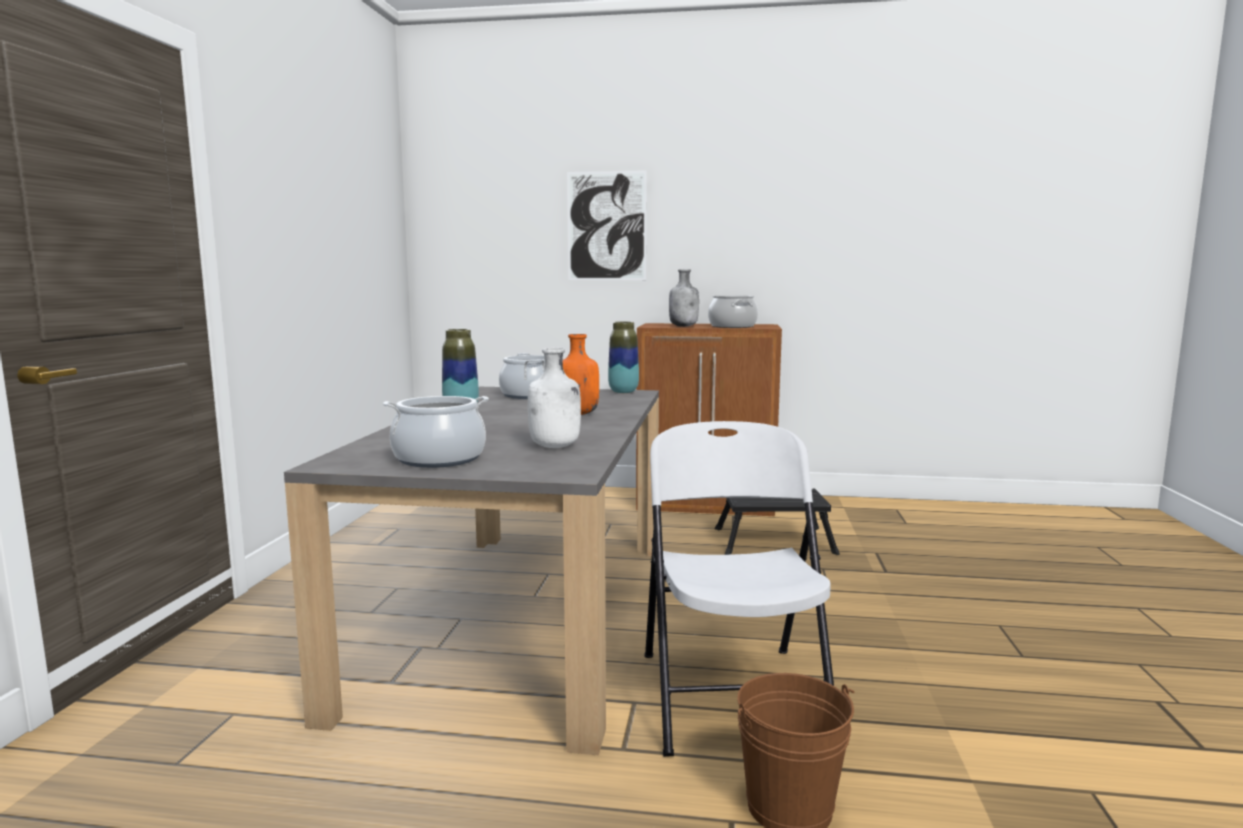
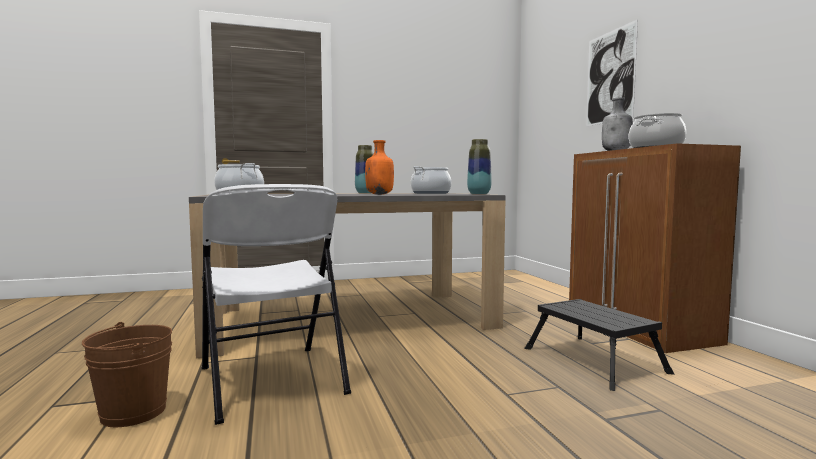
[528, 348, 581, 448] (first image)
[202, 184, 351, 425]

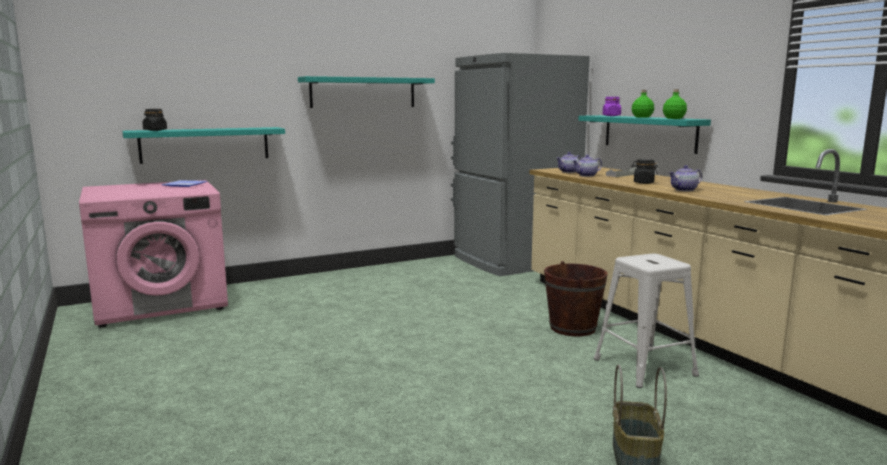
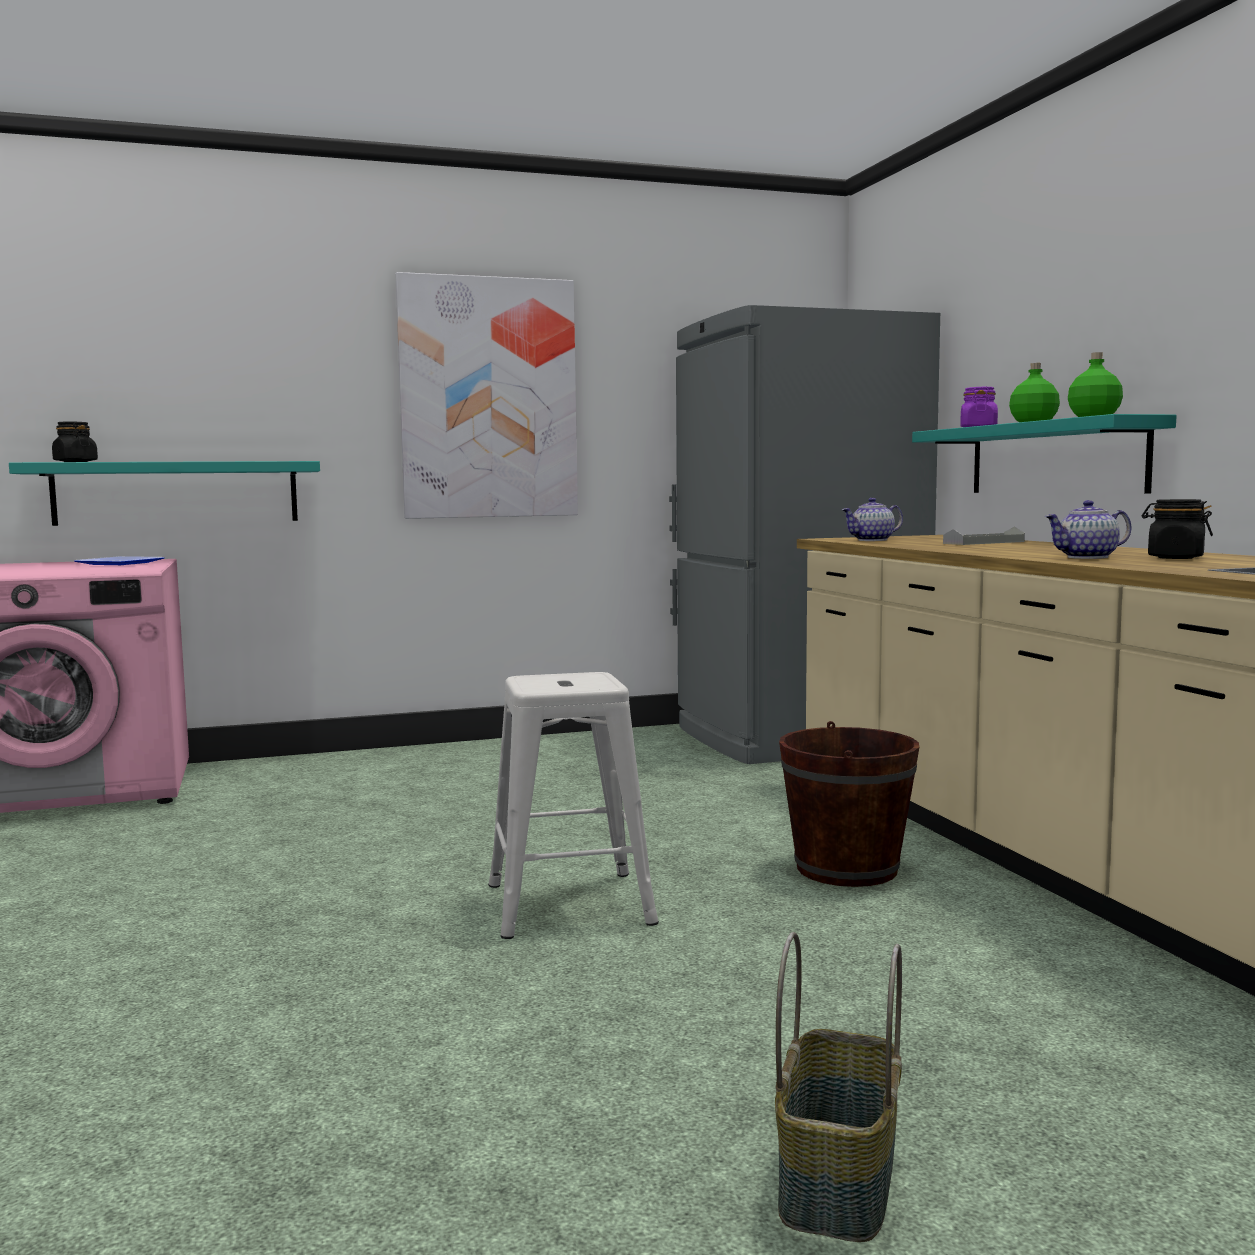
[395, 272, 578, 519]
[573, 155, 602, 177] (first image)
[1142, 499, 1213, 559]
[488, 672, 659, 939]

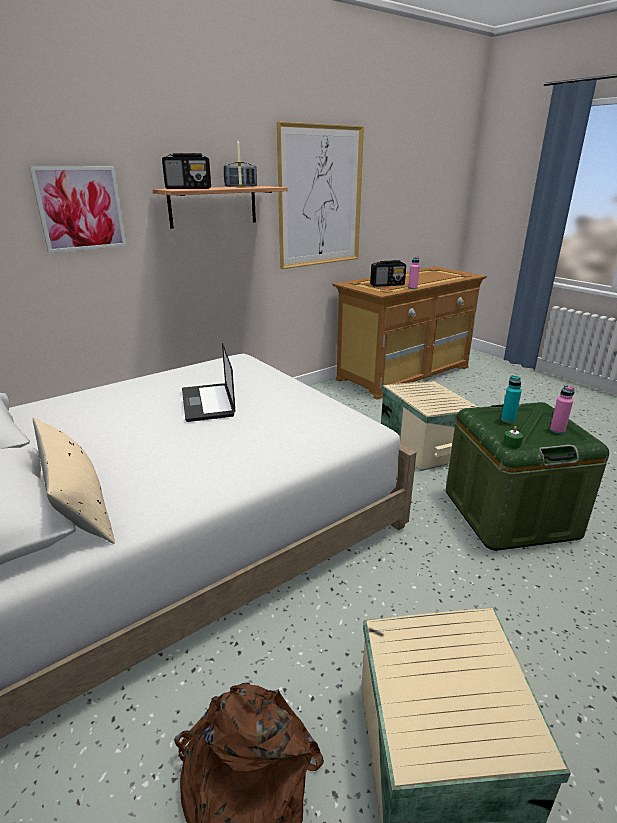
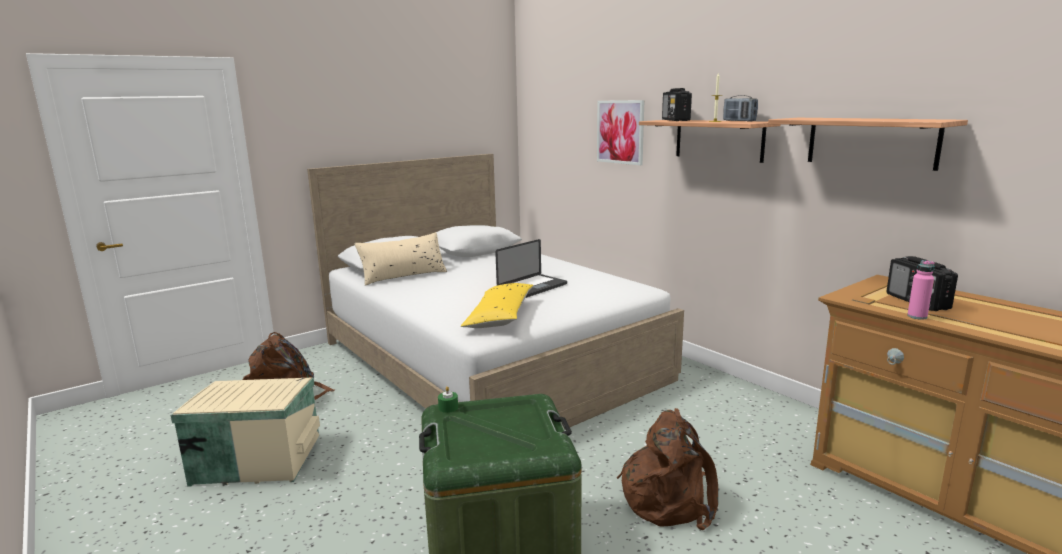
[768, 118, 968, 171]
[495, 239, 567, 298]
[501, 376, 522, 423] (first image)
[617, 408, 718, 530]
[550, 385, 575, 434] (first image)
[461, 283, 533, 328]

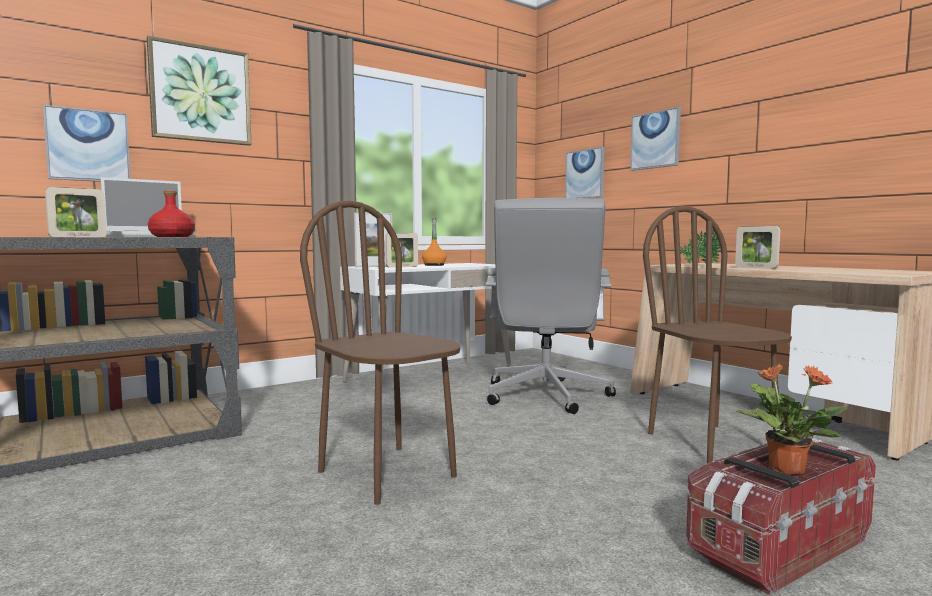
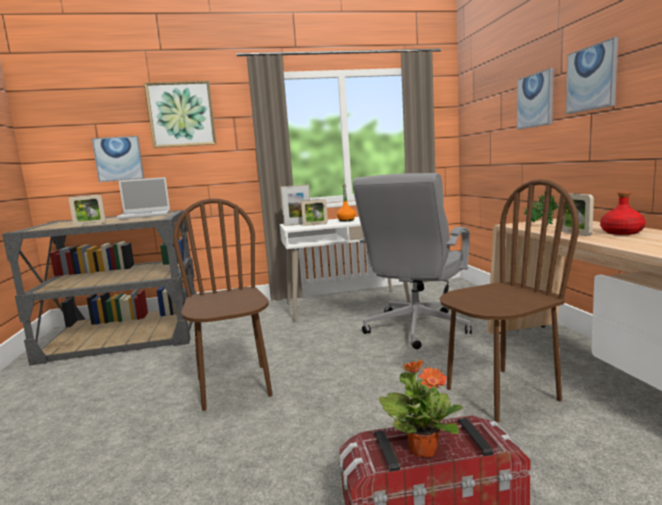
[566, 37, 618, 114]
[600, 191, 646, 235]
[440, 179, 579, 422]

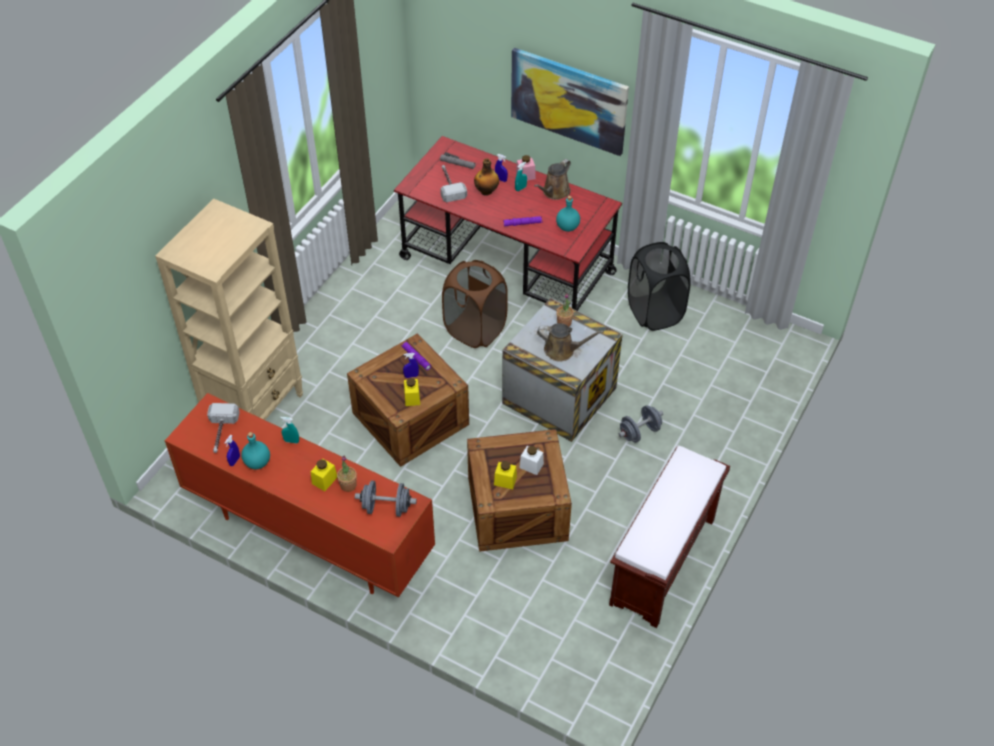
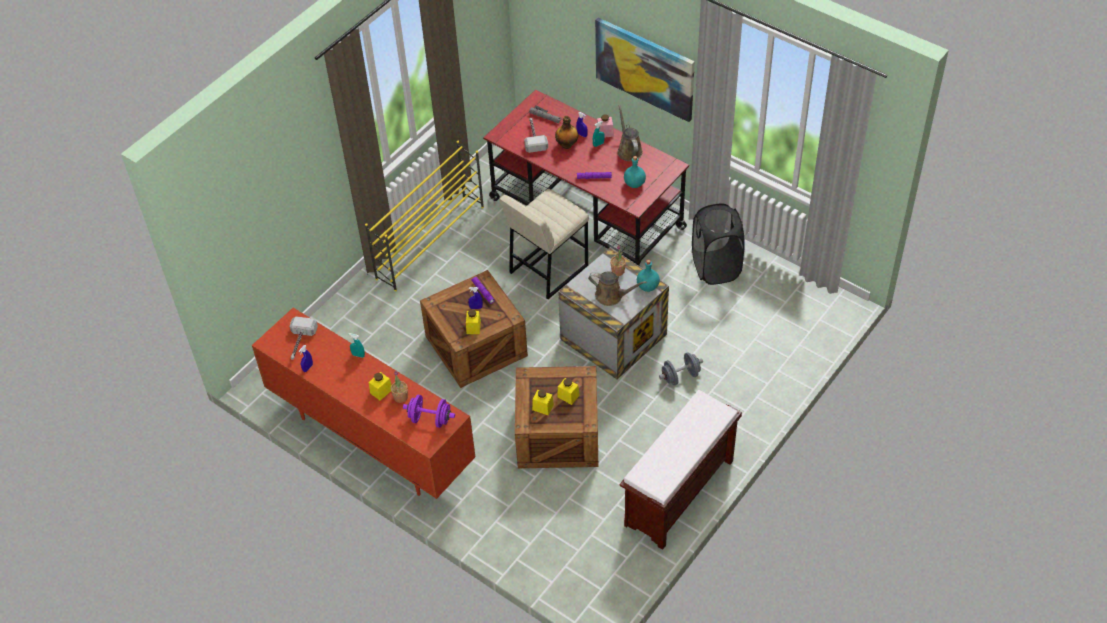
[617, 105, 643, 161]
[155, 198, 303, 420] (first image)
[499, 189, 589, 299]
[637, 260, 660, 292]
[557, 378, 580, 405]
[403, 395, 455, 428]
[365, 141, 484, 291]

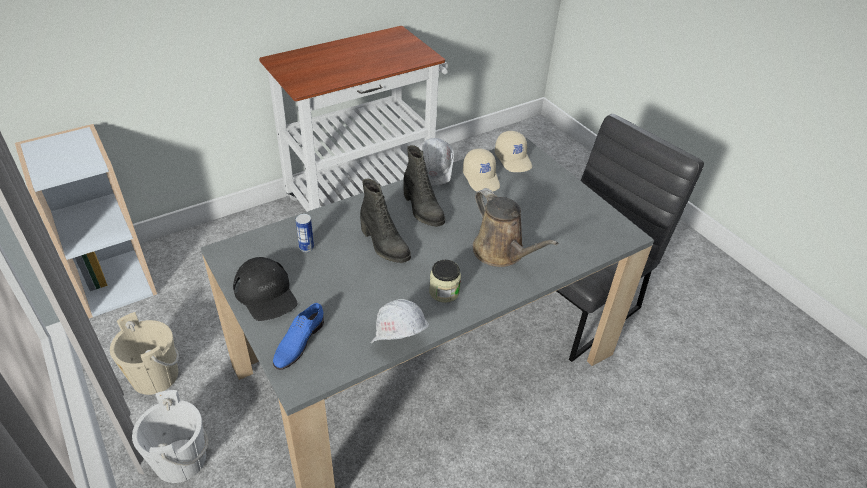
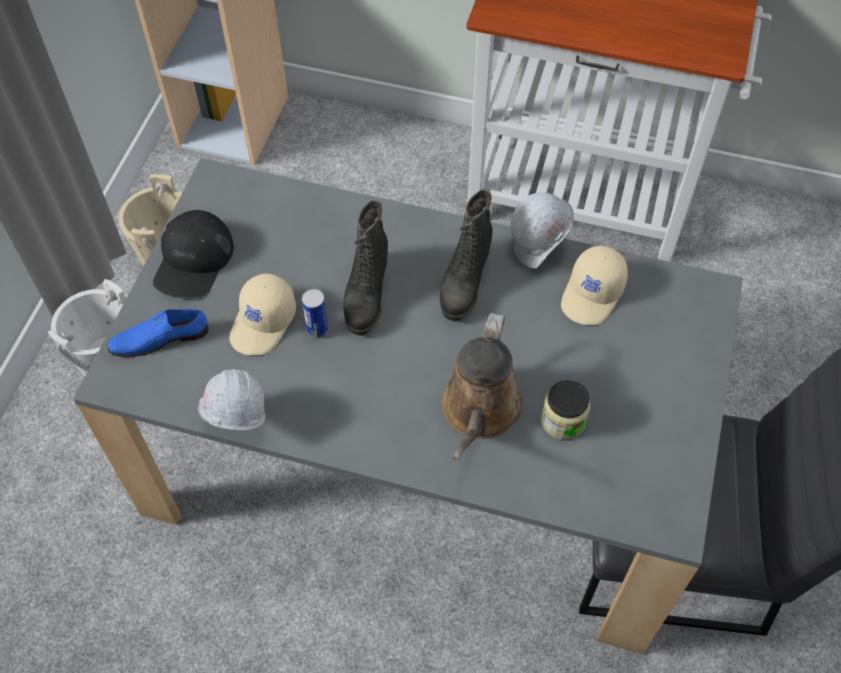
[229, 273, 296, 356]
[302, 289, 328, 338]
[541, 380, 591, 440]

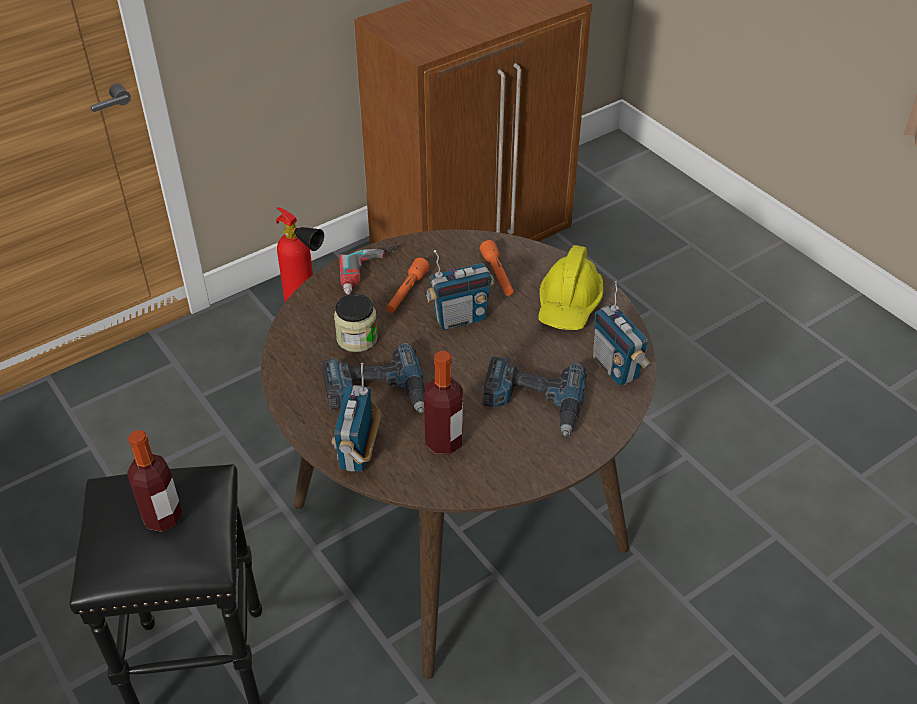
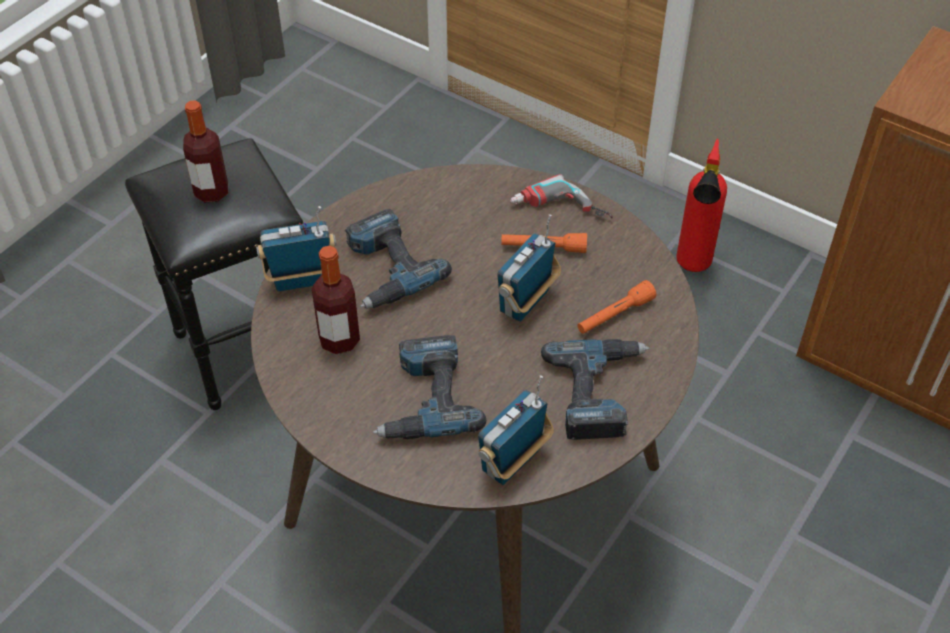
[541, 339, 649, 440]
[497, 214, 561, 322]
[334, 294, 378, 352] (first image)

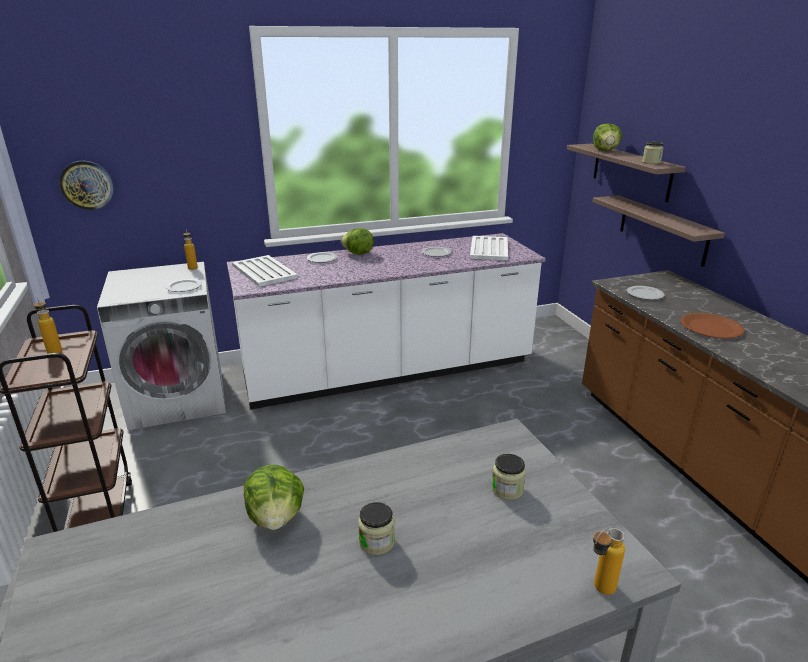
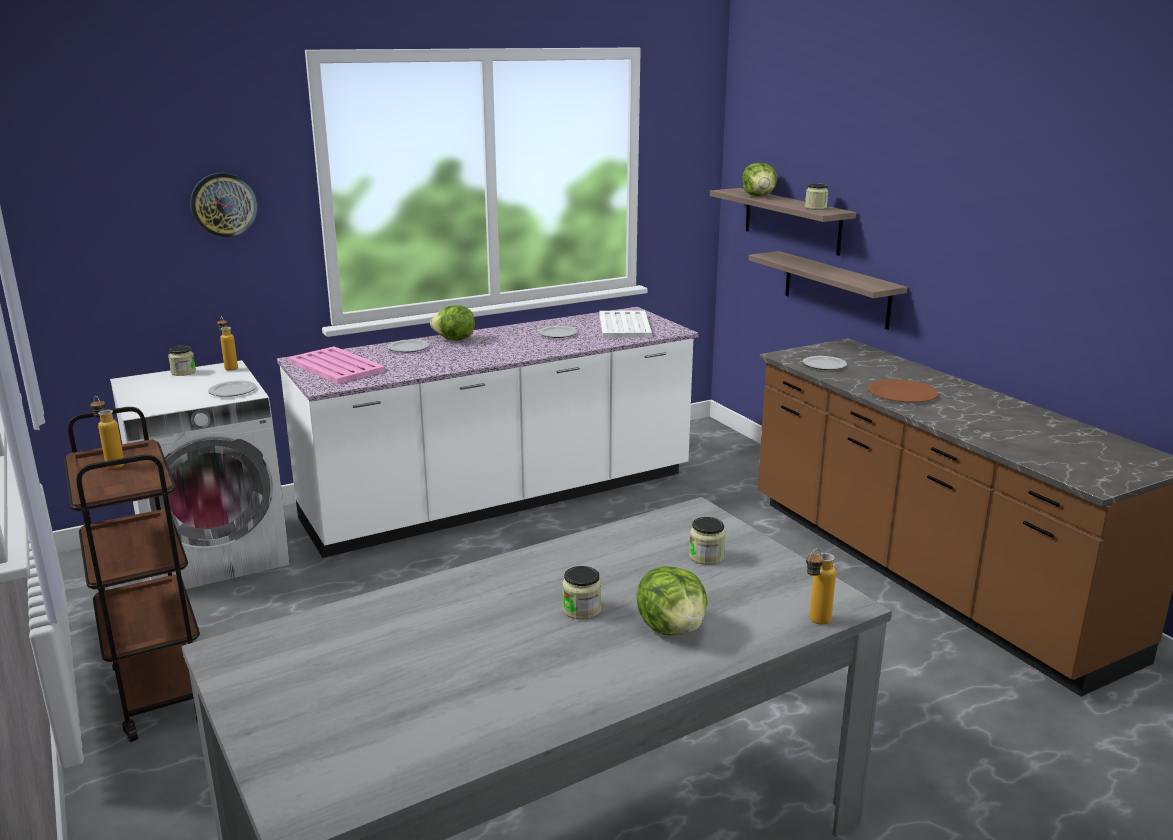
[190, 173, 258, 238]
[288, 346, 386, 384]
[637, 566, 707, 635]
[168, 346, 196, 376]

